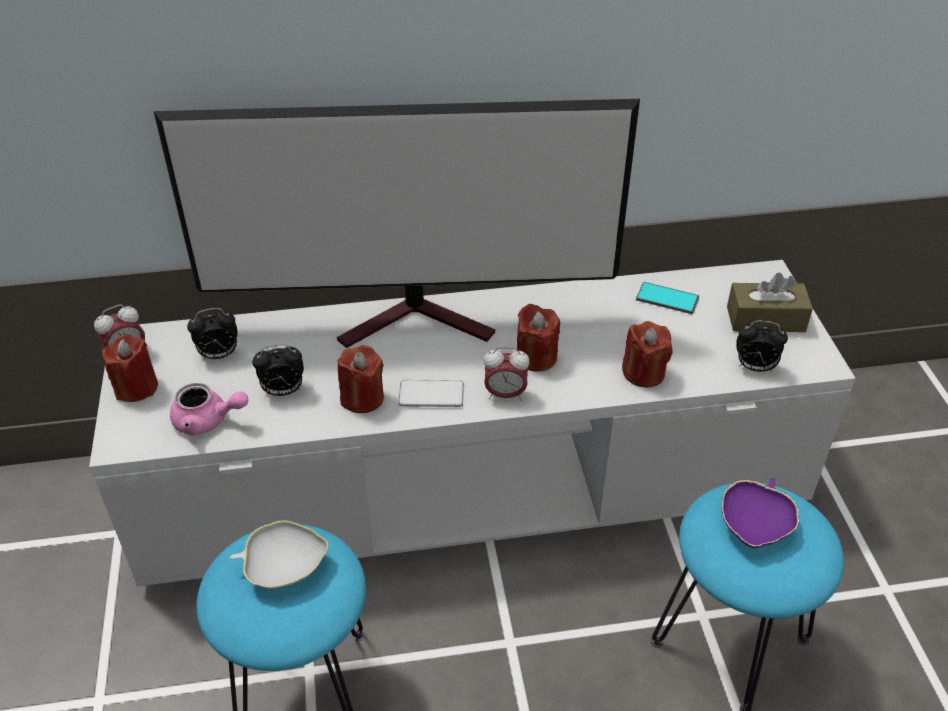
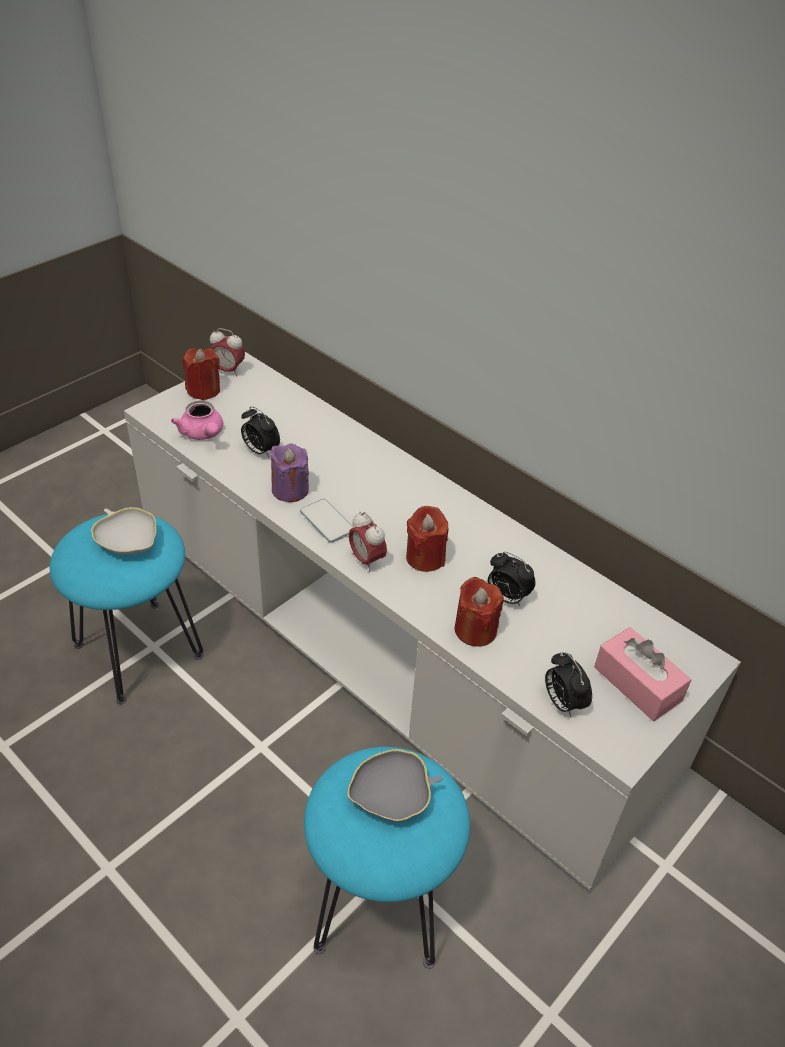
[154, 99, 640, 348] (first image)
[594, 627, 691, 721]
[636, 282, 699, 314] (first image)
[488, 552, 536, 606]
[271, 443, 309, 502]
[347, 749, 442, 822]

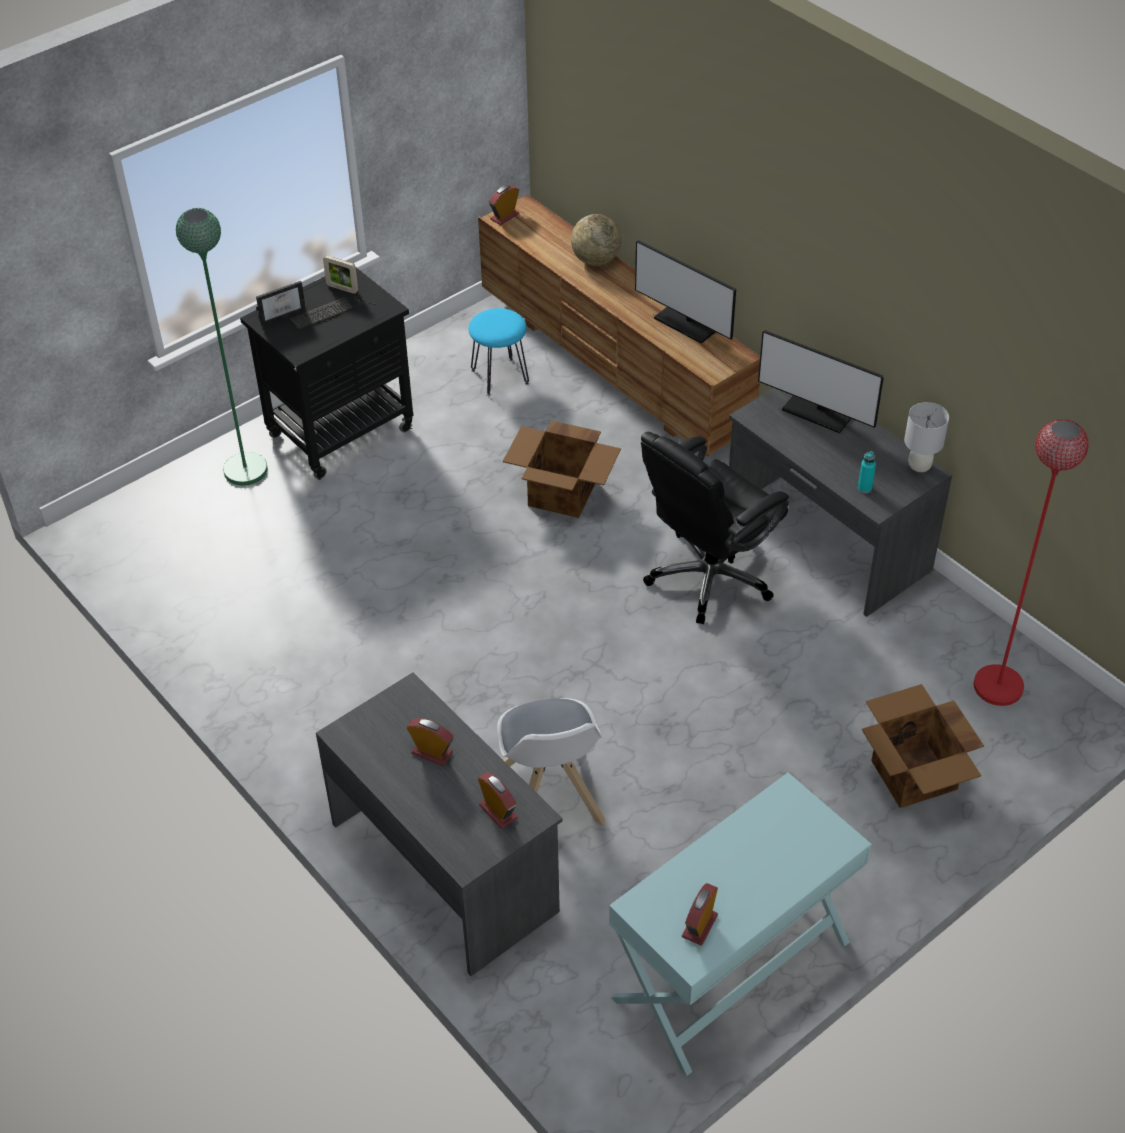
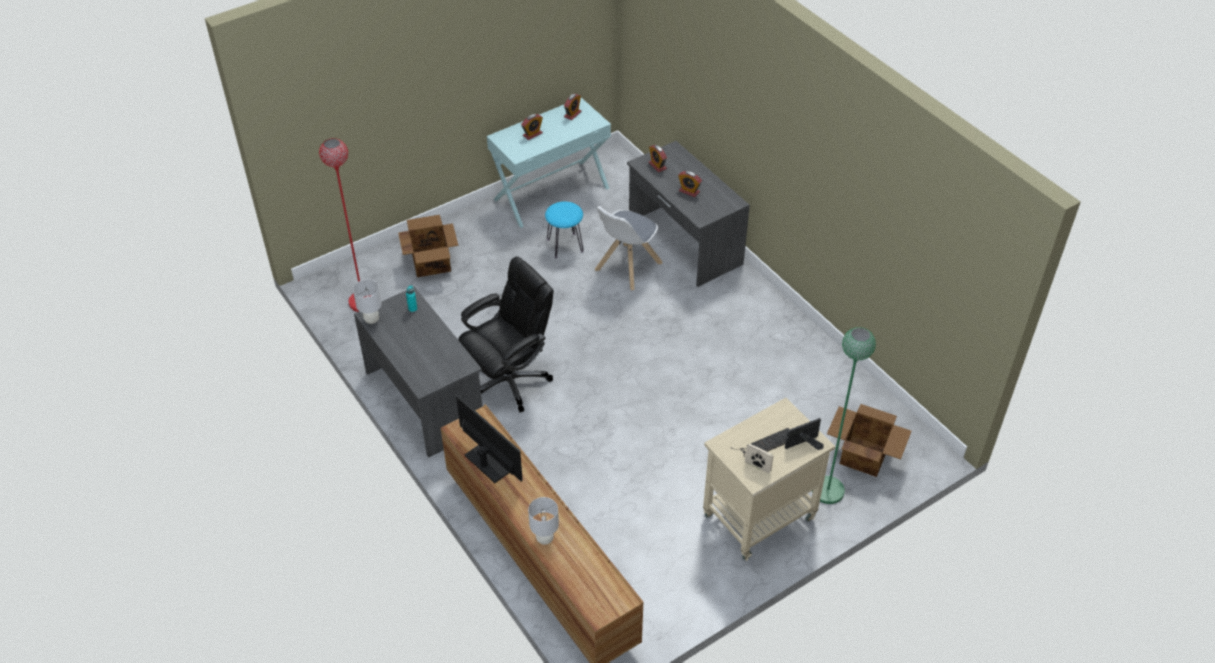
[521, 114, 543, 140]
[528, 497, 559, 545]
[703, 398, 835, 561]
[545, 202, 584, 258]
[758, 330, 884, 433] (first image)
[827, 404, 912, 477]
[595, 206, 662, 290]

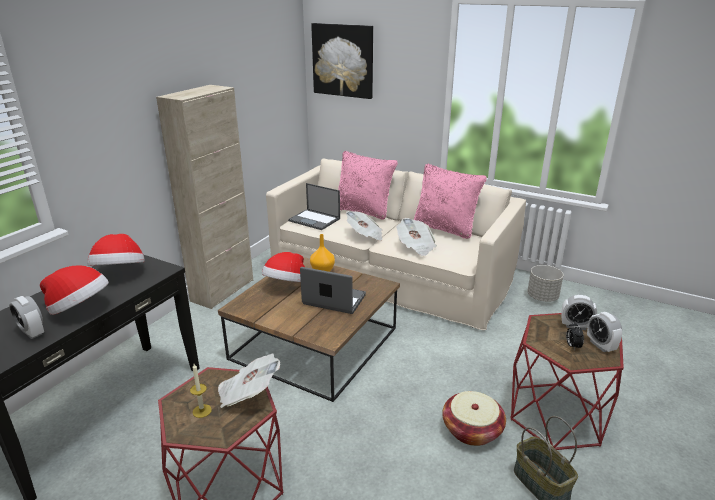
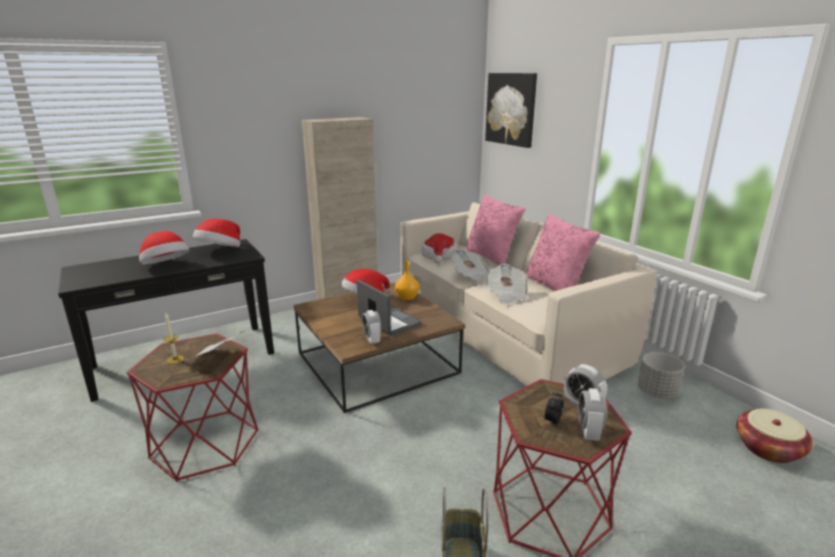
[422, 233, 458, 264]
[362, 310, 382, 345]
[736, 409, 813, 463]

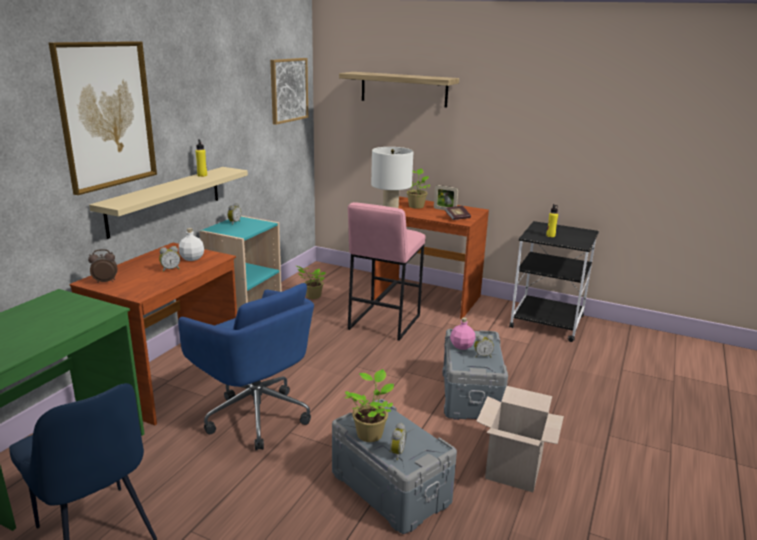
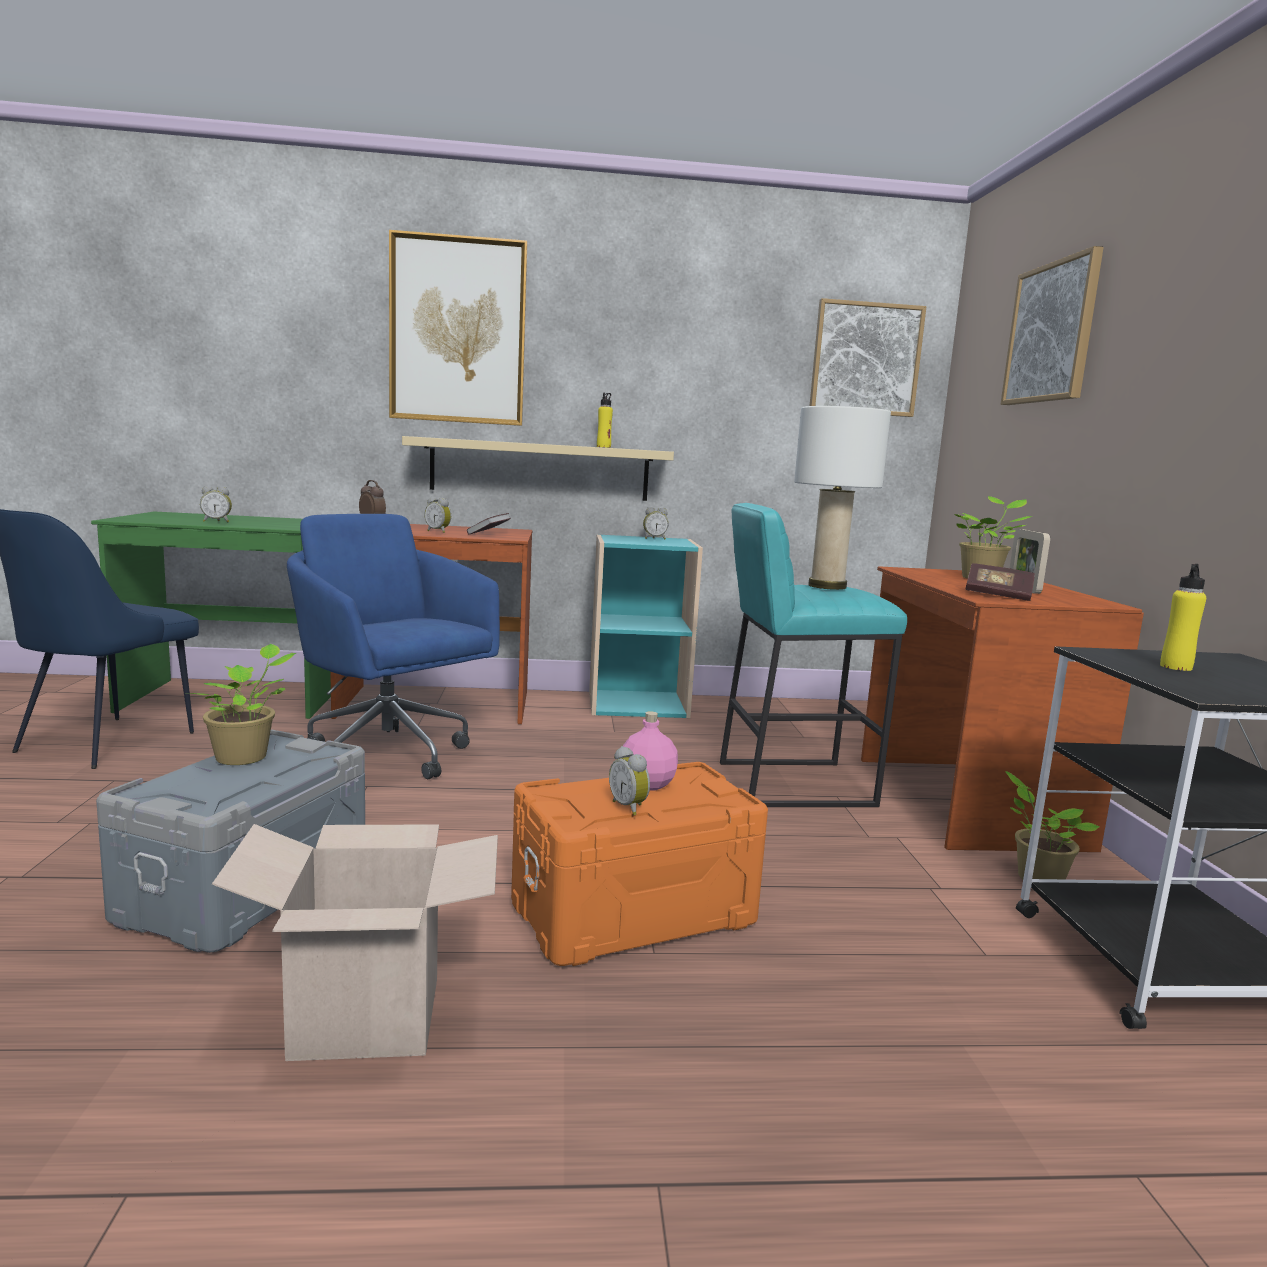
[1001, 246, 1104, 405]
[720, 503, 907, 807]
[467, 513, 511, 534]
[1005, 771, 1099, 879]
[287, 514, 500, 779]
[511, 762, 768, 966]
[200, 486, 232, 522]

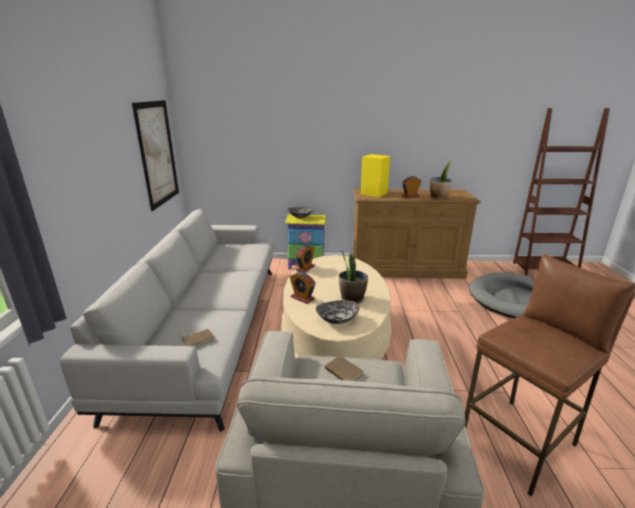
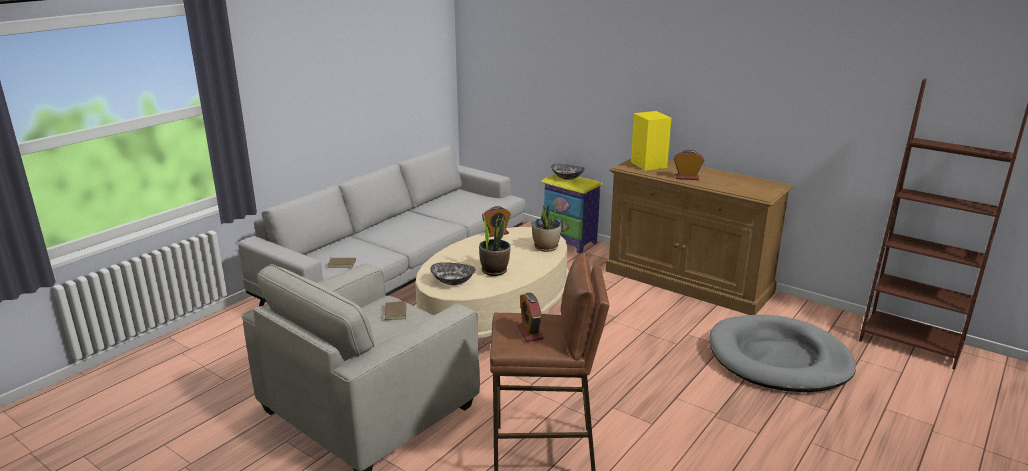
[132, 100, 179, 211] (first image)
[532, 198, 561, 252]
[517, 293, 544, 342]

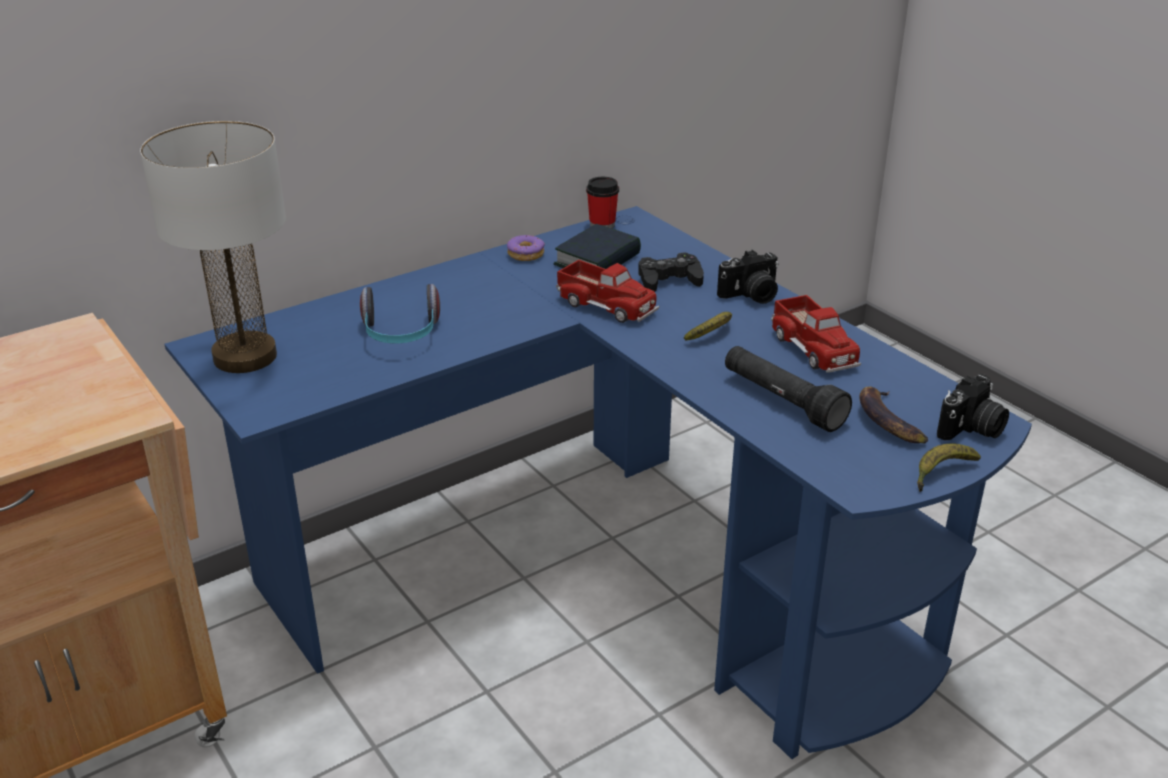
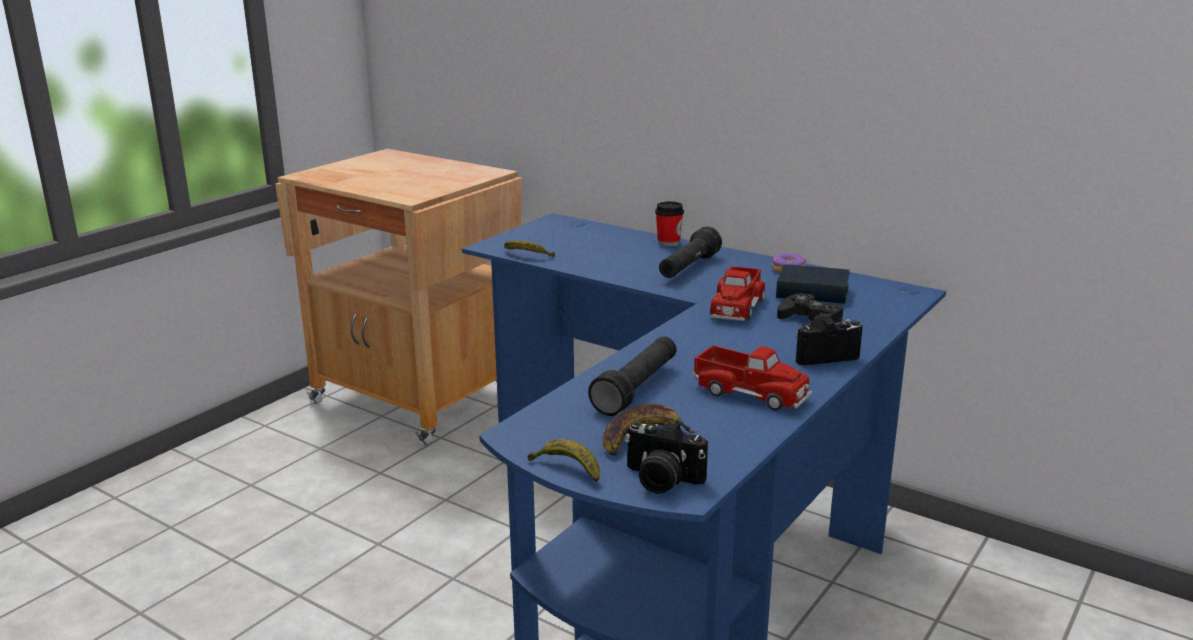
[140, 121, 286, 373] (first image)
[655, 201, 684, 247]
[796, 316, 863, 365]
[360, 284, 440, 343] (first image)
[692, 345, 812, 410]
[504, 240, 555, 257]
[659, 226, 722, 278]

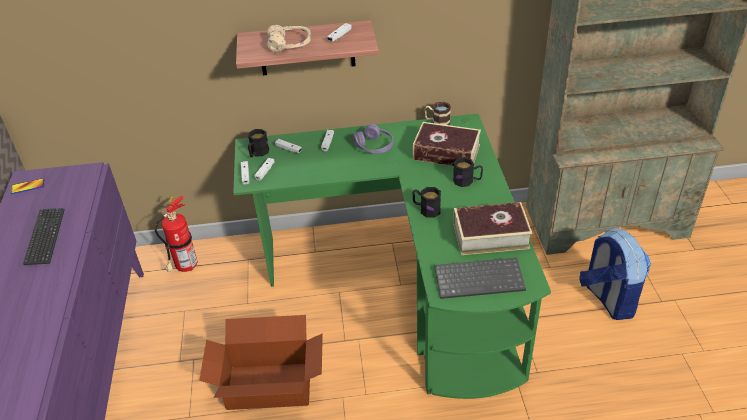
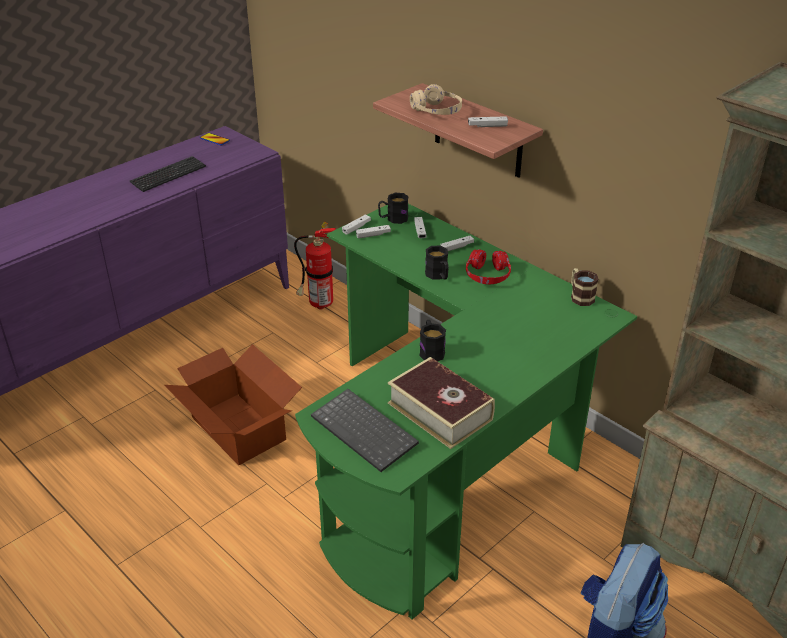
[413, 122, 481, 166] (first image)
[466, 249, 511, 285]
[425, 246, 449, 280]

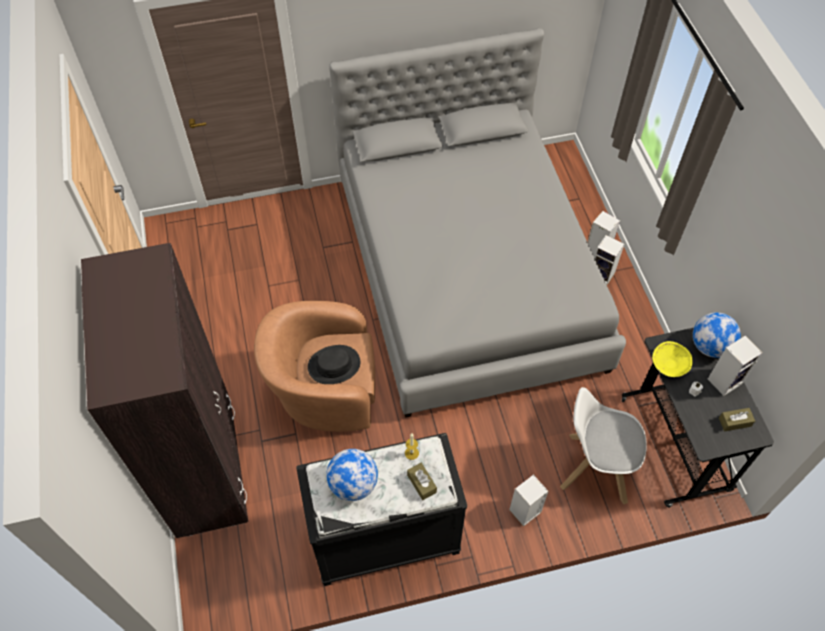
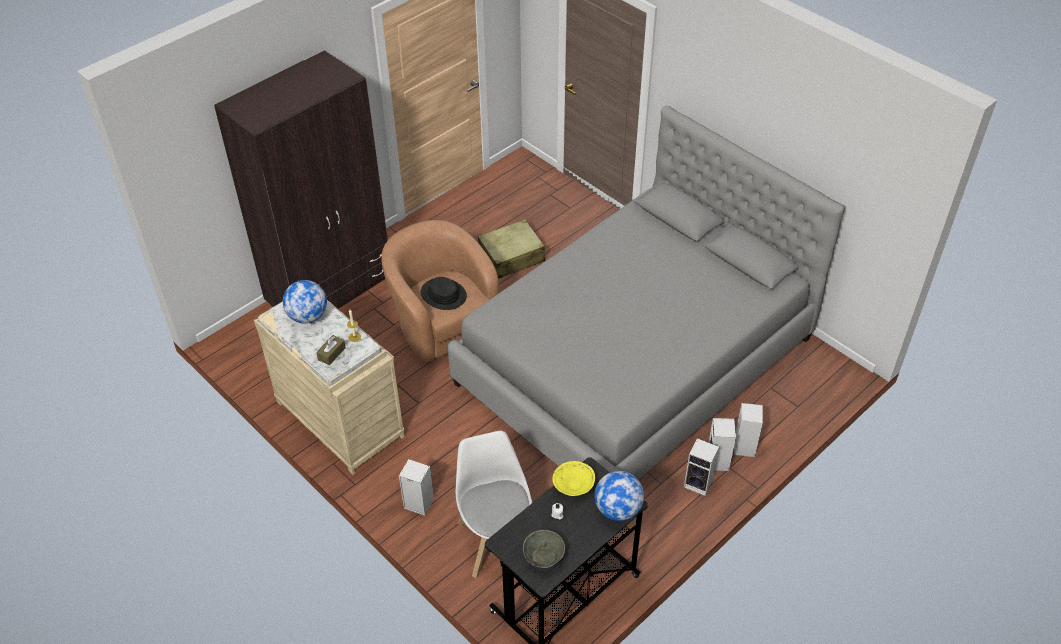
[684, 438, 719, 496]
[523, 530, 565, 568]
[254, 300, 404, 475]
[478, 219, 545, 279]

